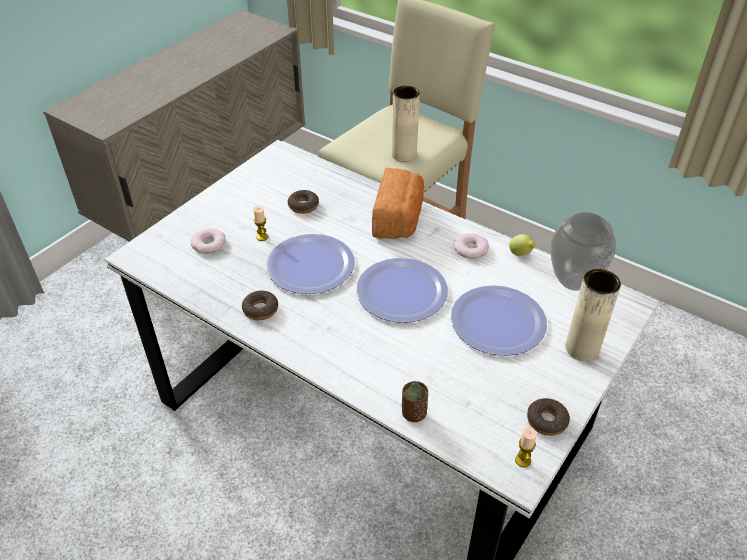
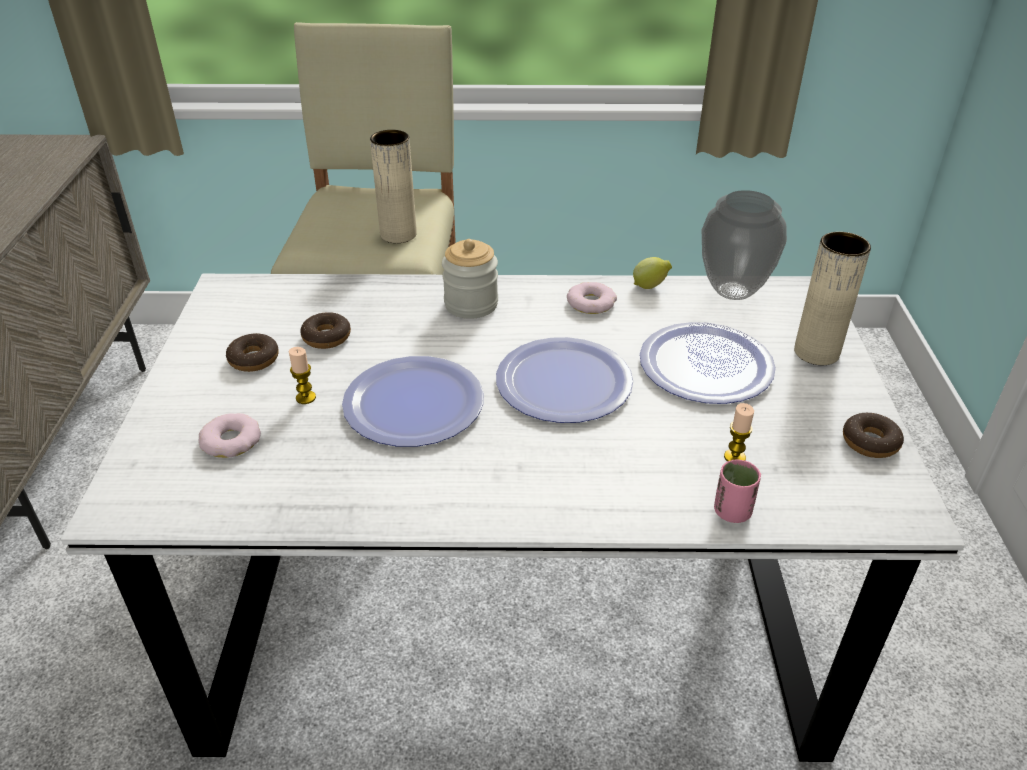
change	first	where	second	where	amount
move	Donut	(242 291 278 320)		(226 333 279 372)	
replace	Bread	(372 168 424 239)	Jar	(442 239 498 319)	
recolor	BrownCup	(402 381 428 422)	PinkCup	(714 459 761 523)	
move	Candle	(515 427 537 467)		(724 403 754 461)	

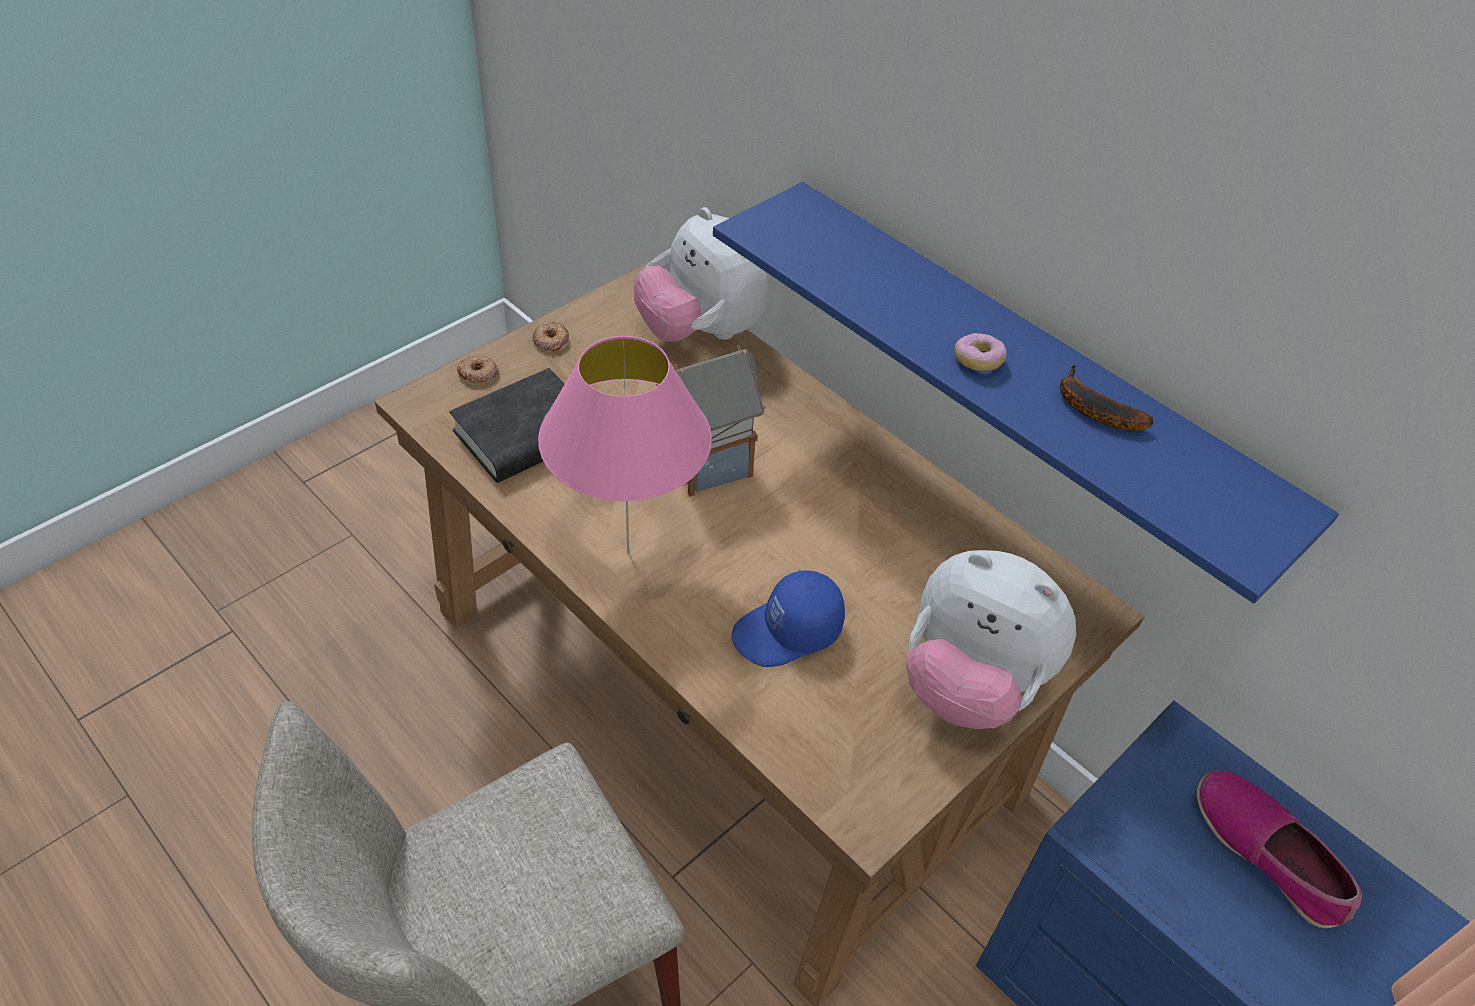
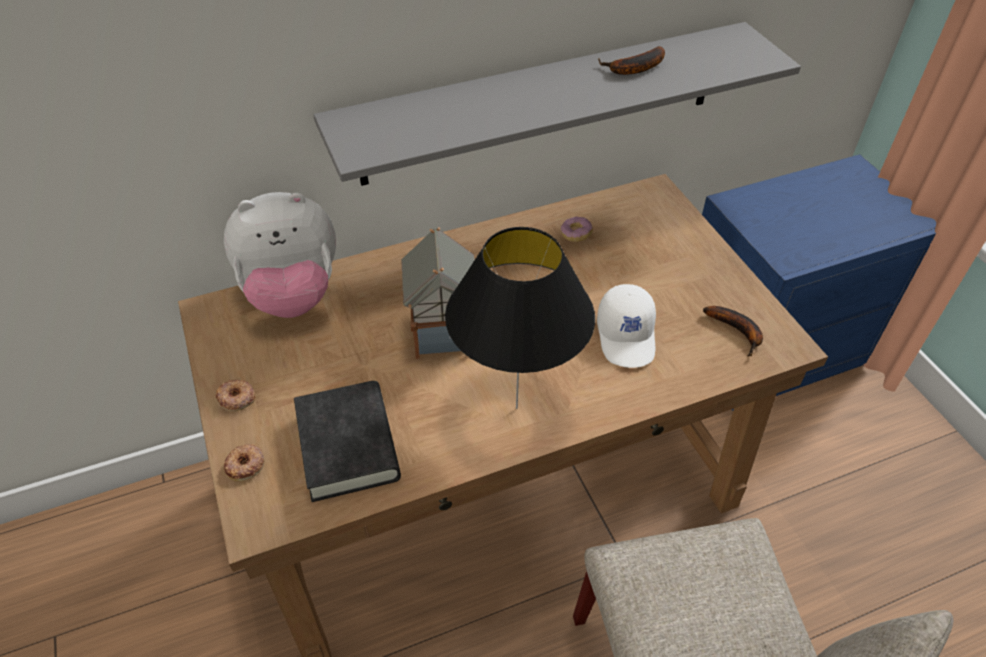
change	first	where	second	where	amount
recolor	PinkTableLamp	(538 336 712 553)	BlackTableLamp	(445 227 595 409)	
recolor	BlueShelf	(713 182 1339 604)	GreyShelf	(313 22 801 186)	
recolor	BlueCap	(731 570 845 667)	WhiteCap	(597 284 656 368)	
delete	PlushToy	(906 550 1076 729)			
move	Donut	(954 333 1007 371)		(561 217 593 242)	
delete	Shoe	(1197 770 1362 928)			
insert			Banana	(703 306 763 356)	

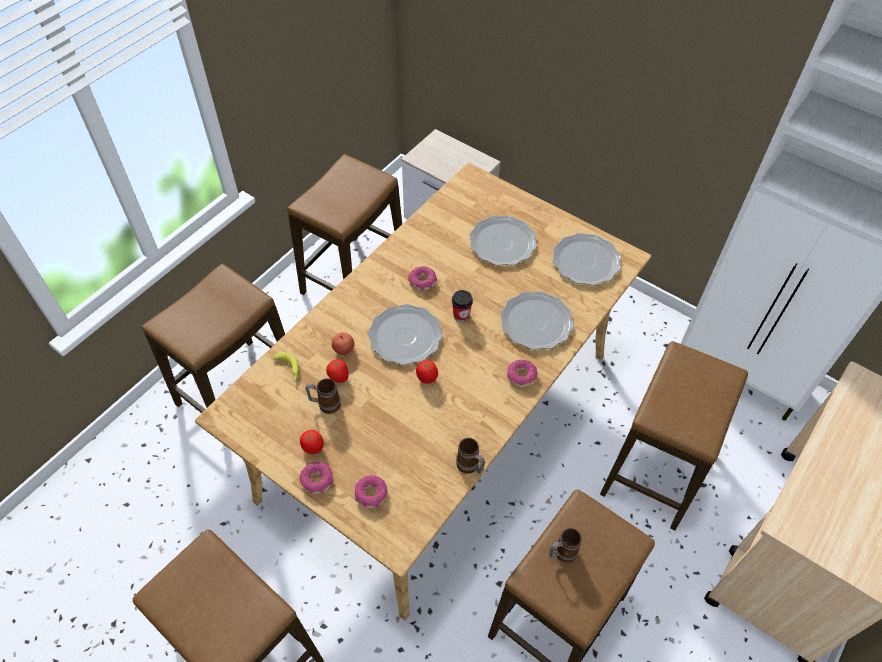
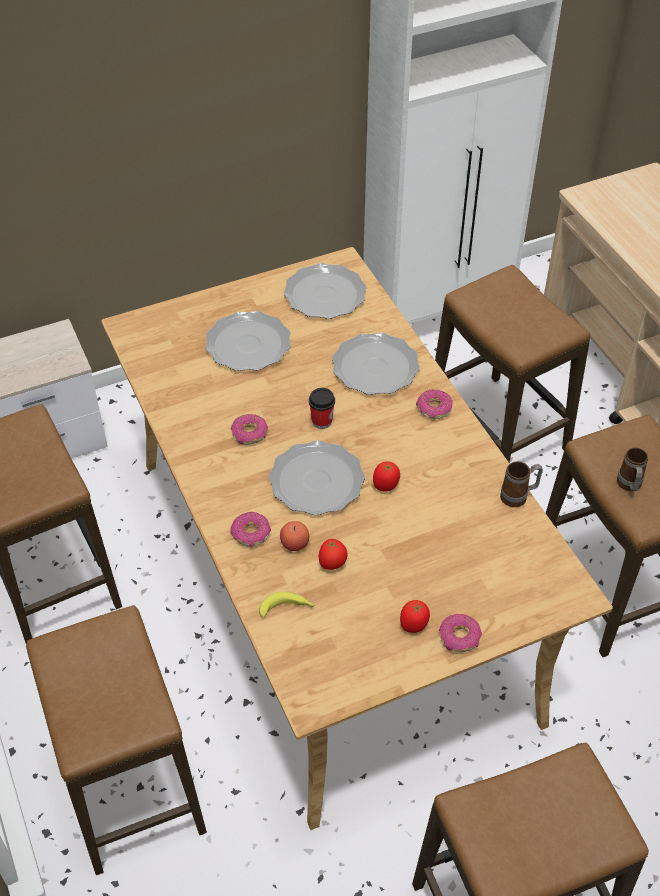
change	first	where	second	where	amount
delete	Mug	(306 378 341 414)			
move	Donut	(355 475 388 508)		(230 512 271 547)	

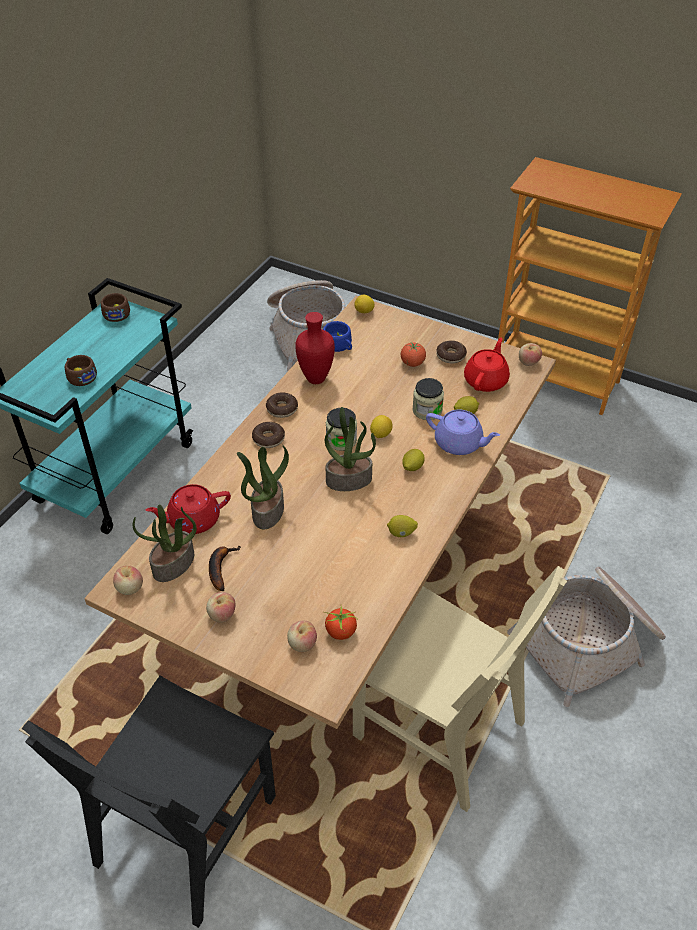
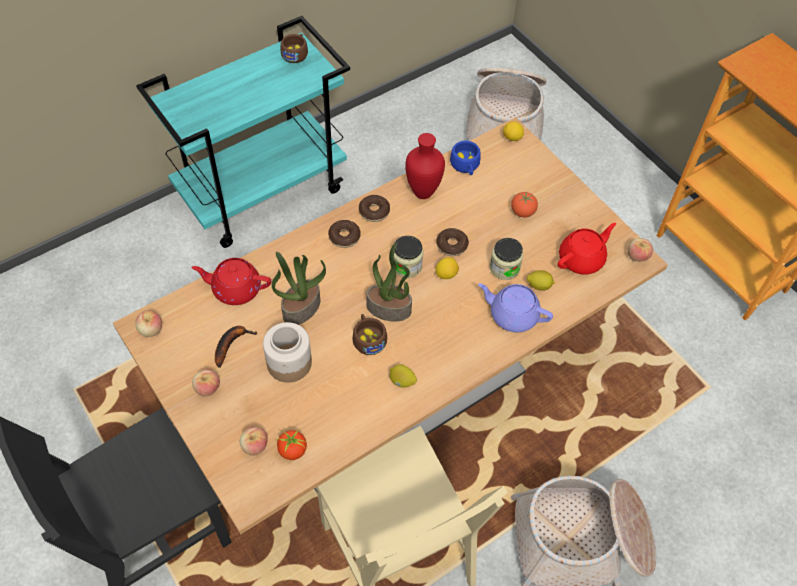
change	first	where	second	where	amount
move	BrownCup	(65 355 97 386)		(353 314 387 355)	
delete	PottedPlant	(133 505 197 582)			
delete	Lemon	(402 449 425 471)			
rotate	PurpleTeapot	(426 410 500 455)		(478 283 553 332)	150 degrees clockwise
move	Donut	(436 340 467 363)		(436 228 469 256)	
insert			Jar	(263 322 312 383)	

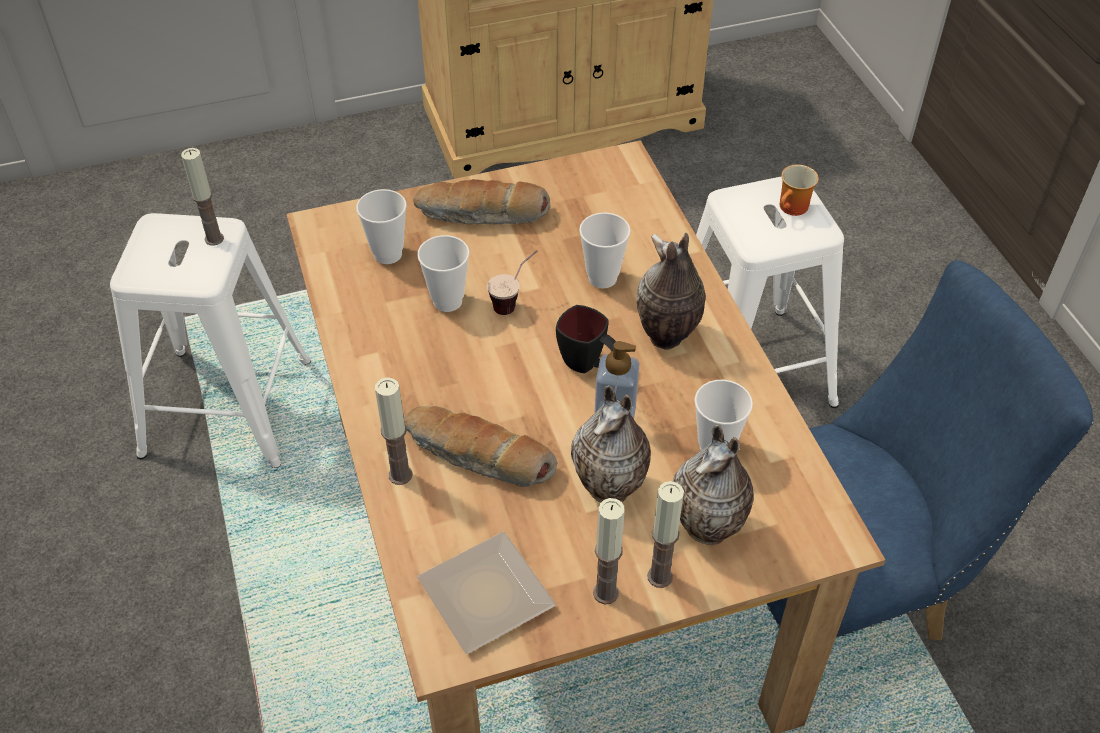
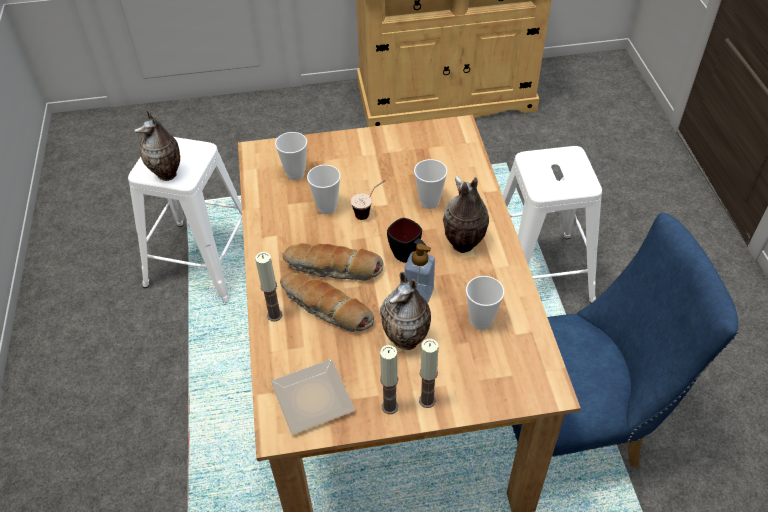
change	first	where	second	where	amount
delete	Candle	(181 148 224 246)			
move	Bread	(413 179 550 225)		(282 243 383 281)	
move	Vase	(673 425 754 545)		(134 110 180 181)	
delete	Mug	(780 165 819 216)			

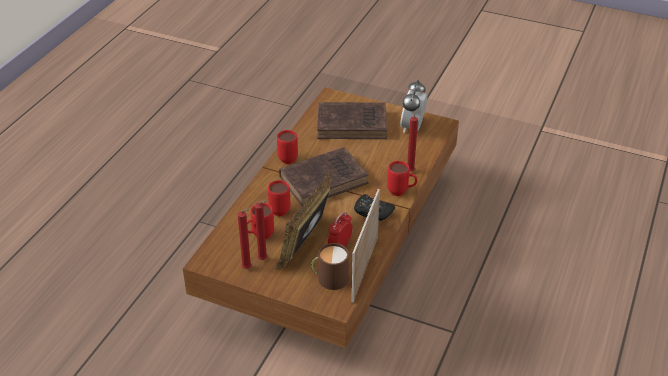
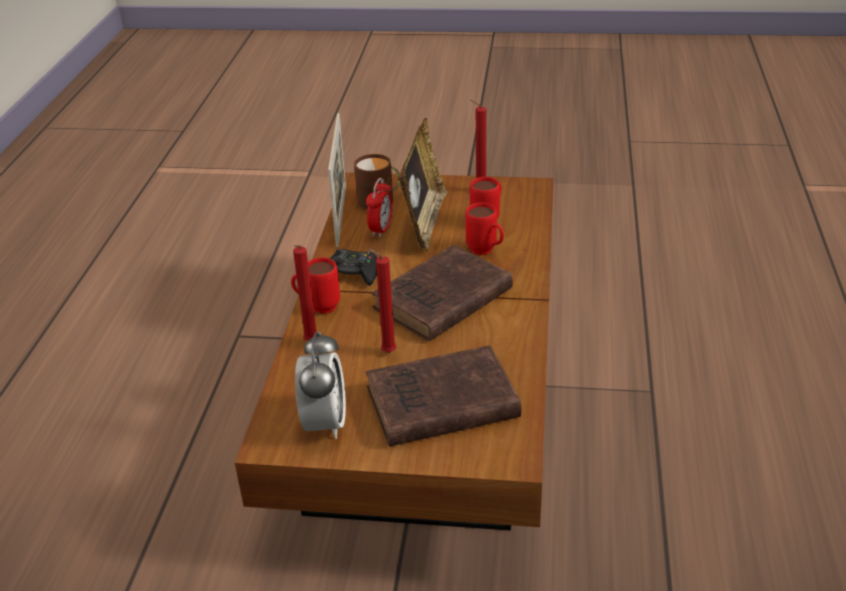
change	first	where	second	where	amount
move	RedCandle	(254 201 268 260)		(368 248 396 353)	
delete	RedMug	(277 130 298 164)			

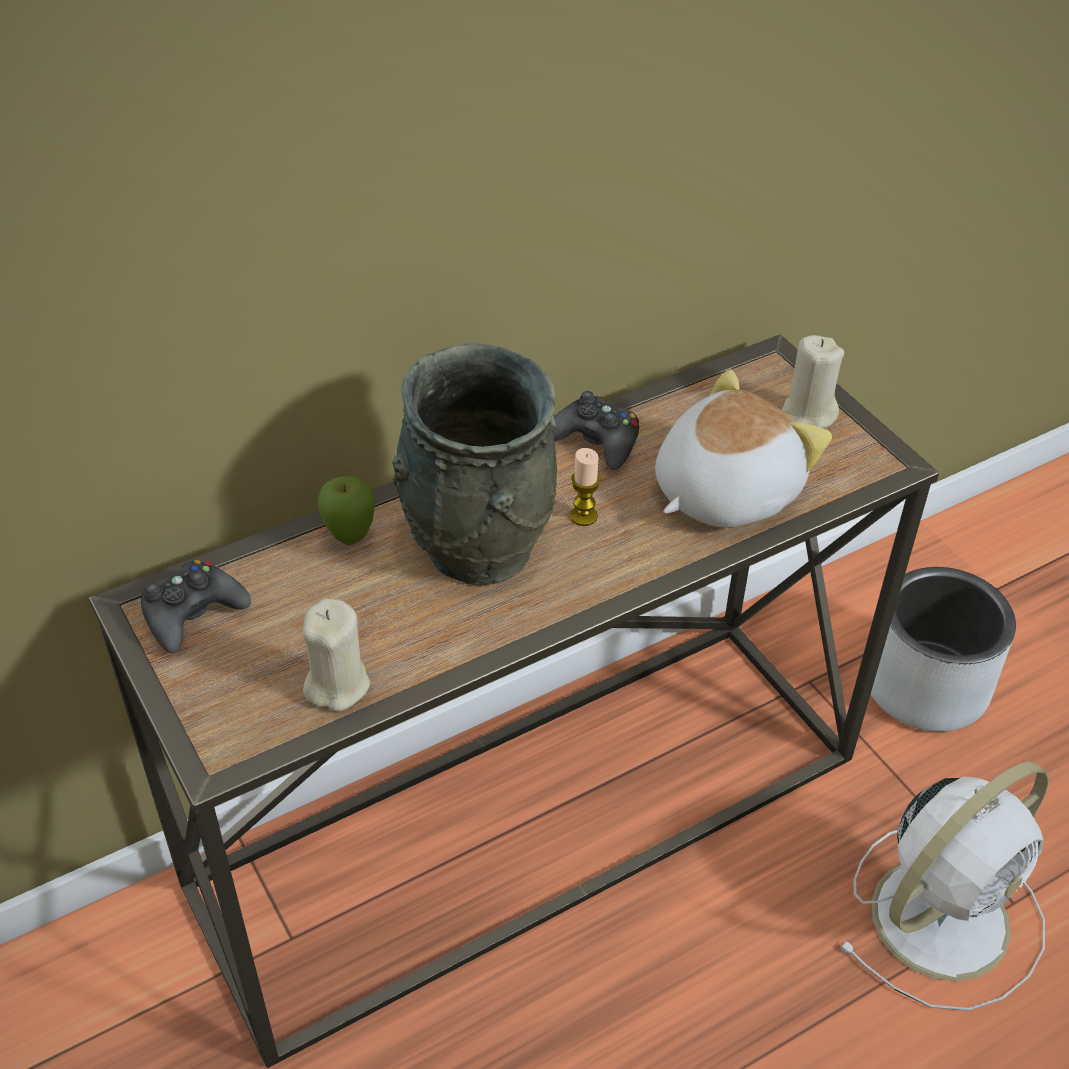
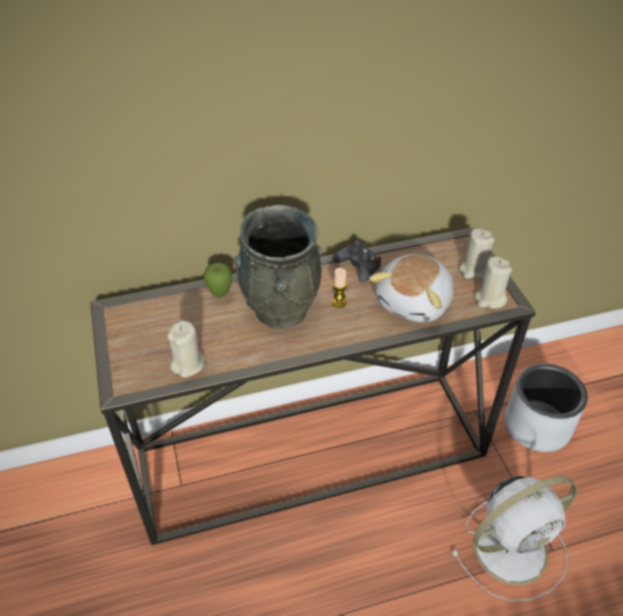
change	first	where	second	where	amount
delete	BlackGameController	(141 560 251 653)			
rotate	PlushToy	(655 369 832 528)		(369 254 454 323)	150 degrees clockwise
insert			BeigeCandle	(474 257 512 309)	

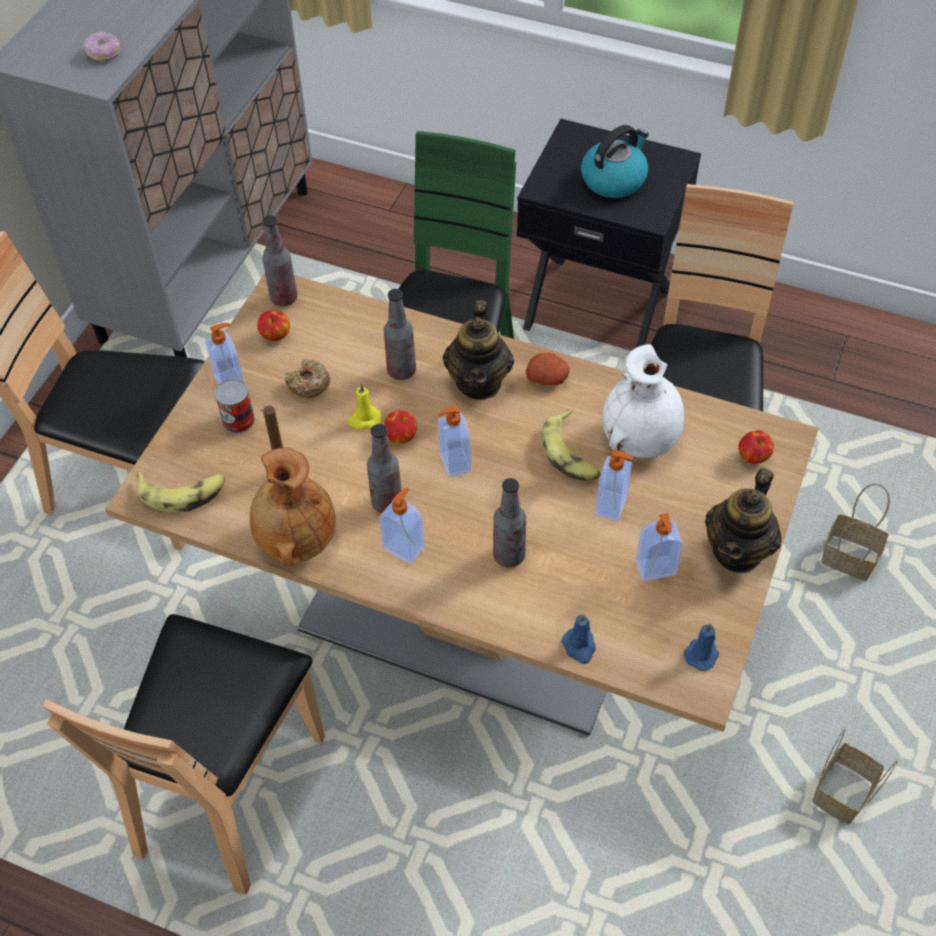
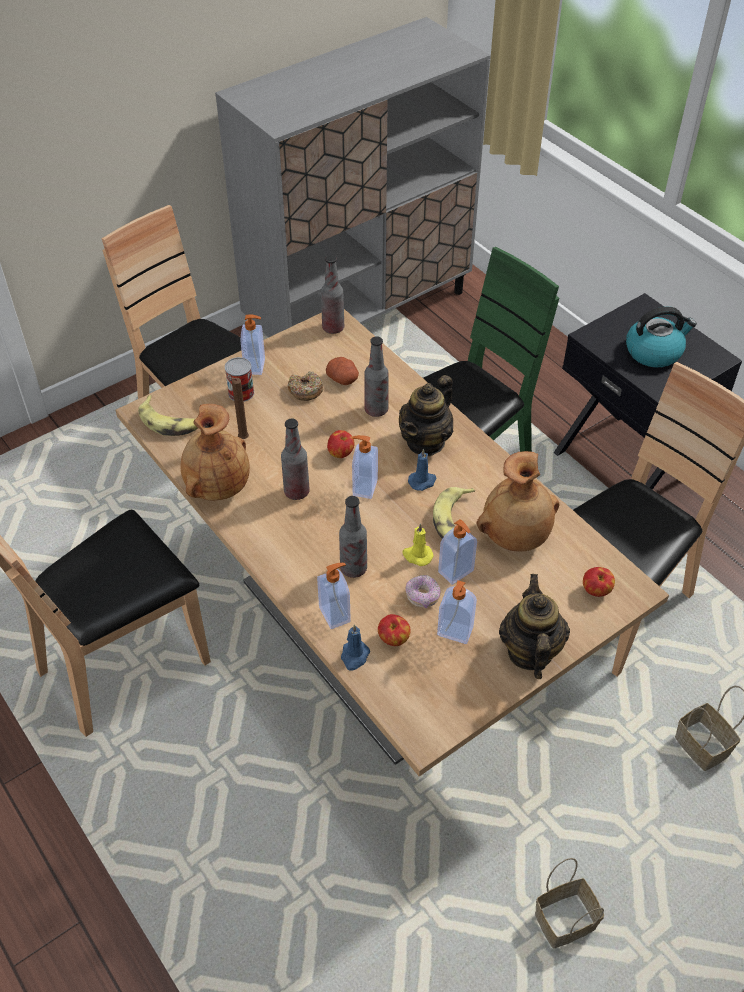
change	first	where	second	where	amount
move	Donut	(83 31 120 61)		(405 575 441 608)	
move	Apple	(257 310 290 341)		(378 614 410 646)	
move	YellowCandle	(347 383 382 430)		(402 523 434 566)	
move	SoapDispenser	(379 488 425 565)		(317 563 351 629)	
move	Potato	(526 353 570 386)		(326 357 359 385)	
recolor	WhiteVase	(602 344 684 458)	BrownVase	(476 451 560 552)	
move	BlueCandle	(684 623 719 671)		(408 449 437 491)	
rotate	Teapot	(705 468 782 573)		(499 574 570 679)	120 degrees clockwise

